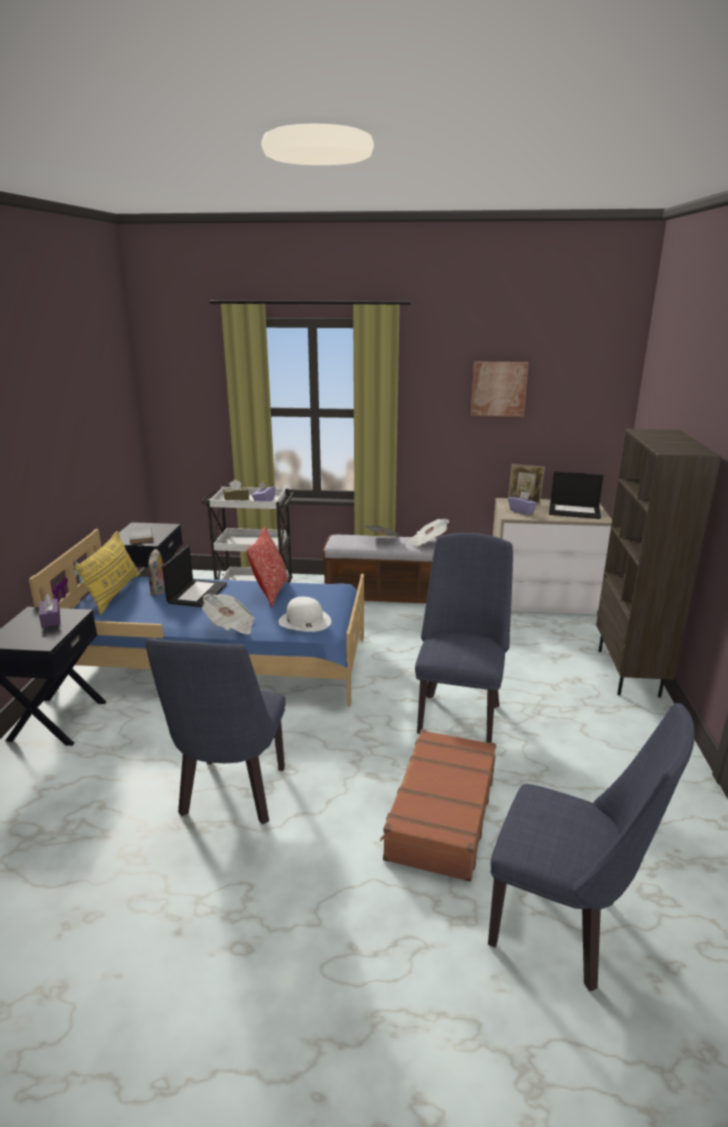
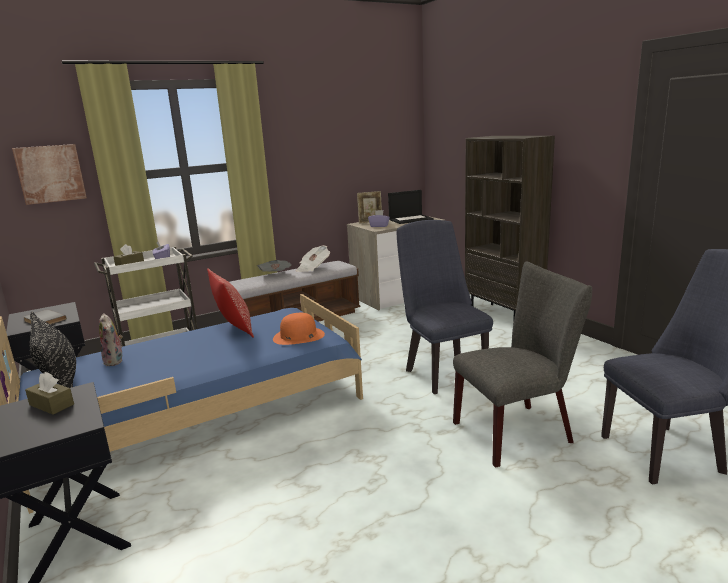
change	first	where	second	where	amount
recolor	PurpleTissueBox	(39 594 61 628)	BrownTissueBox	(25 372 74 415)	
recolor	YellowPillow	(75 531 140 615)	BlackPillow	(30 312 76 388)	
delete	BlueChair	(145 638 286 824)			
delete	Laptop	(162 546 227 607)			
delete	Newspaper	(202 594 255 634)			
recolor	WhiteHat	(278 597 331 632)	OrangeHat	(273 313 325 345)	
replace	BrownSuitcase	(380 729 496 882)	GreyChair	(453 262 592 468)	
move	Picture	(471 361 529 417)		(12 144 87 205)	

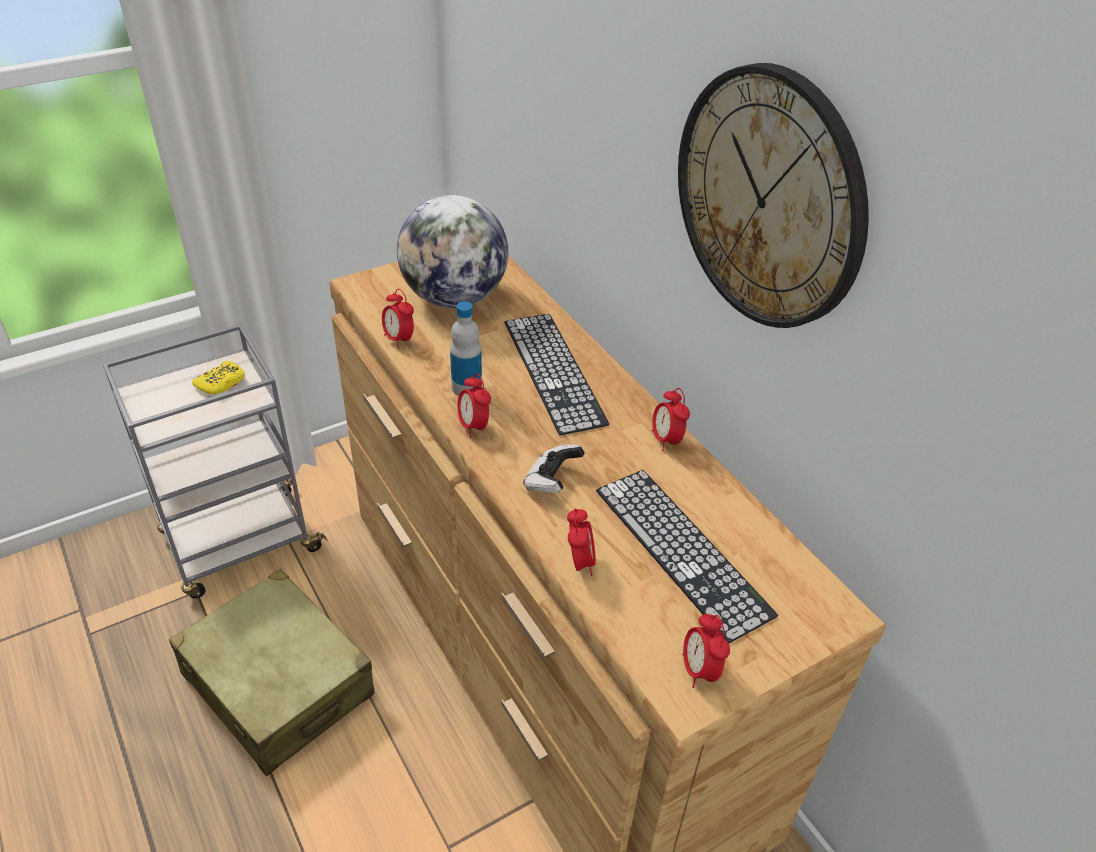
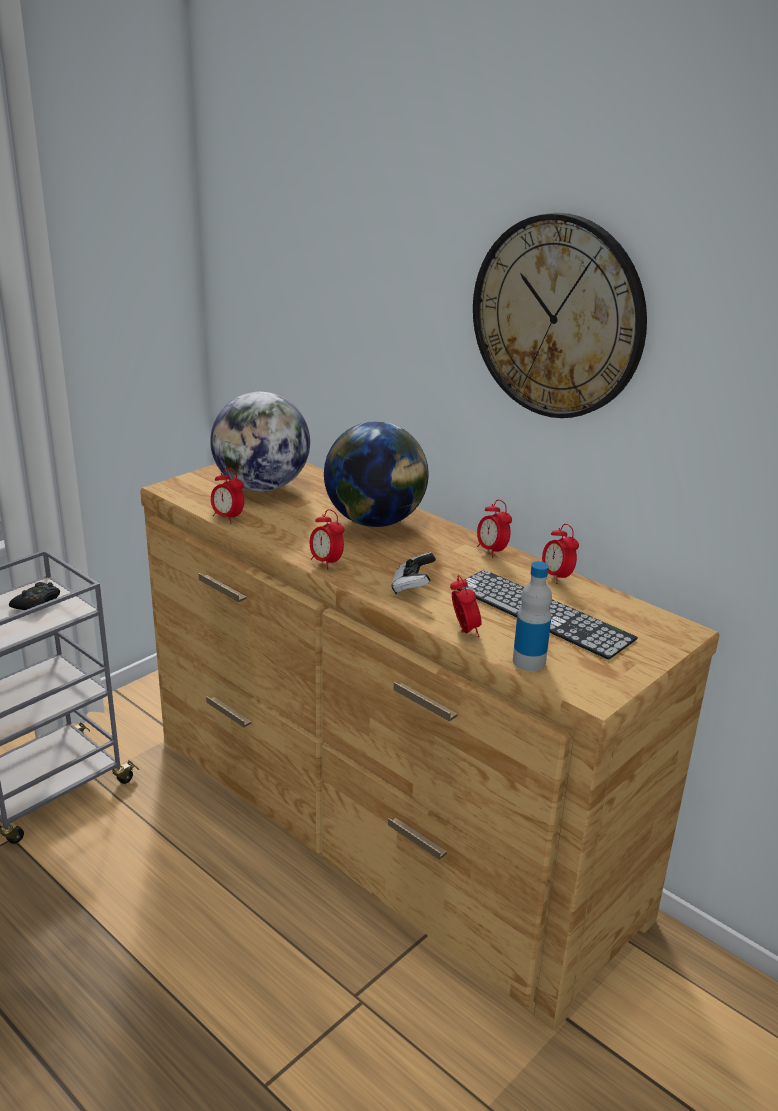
change	first	where	second	where	amount
delete	BeigeSuitcase	(169 569 374 776)			
recolor	YellowGameController	(192 361 245 395)	BlackGameController	(9 582 60 610)	
move	Bottle	(450 301 482 396)		(513 561 552 671)	
replace	Keyboard	(504 314 610 435)	Globe	(324 421 428 527)	
move	AlarmClock	(682 614 730 688)		(542 524 579 584)	

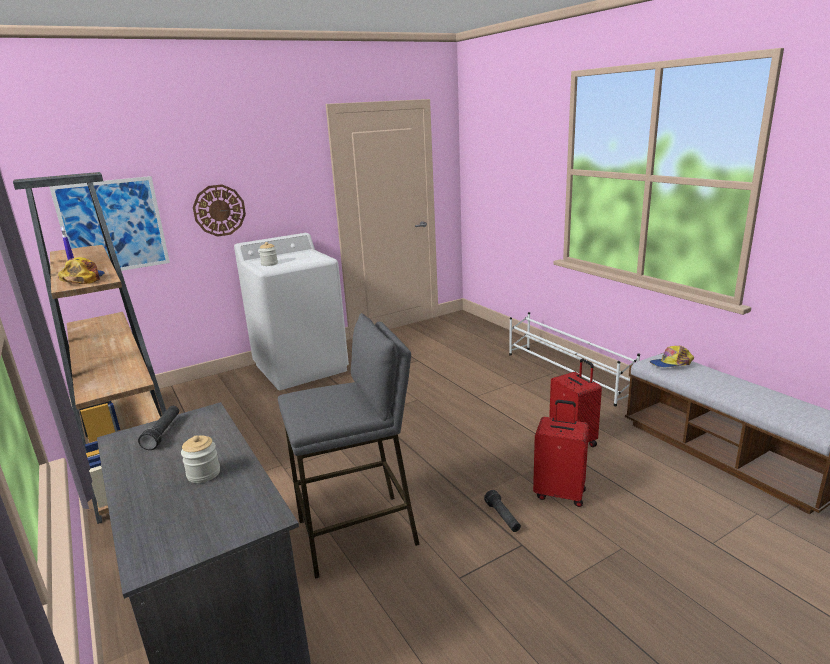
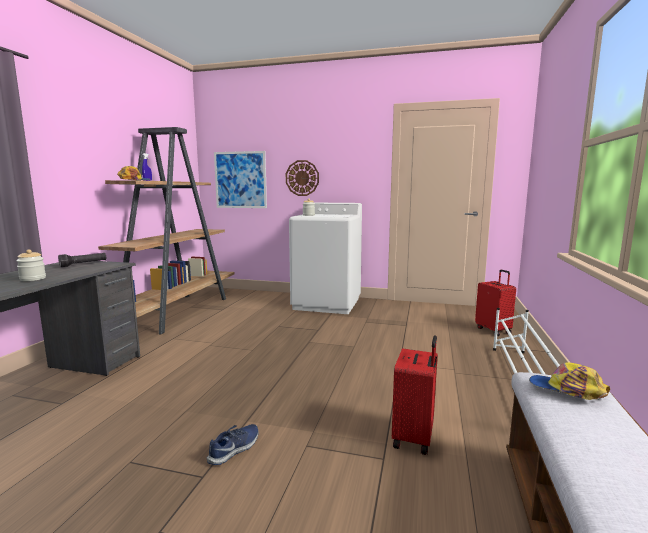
change	first	where	second	where	amount
delete	GreyStool	(278 313 420 579)			
replace	BlackFlashlight	(484 490 521 532)	BlueShoe	(207 424 258 465)	
move	RedSuitcase	(533 400 589 507)		(475 270 516 336)	

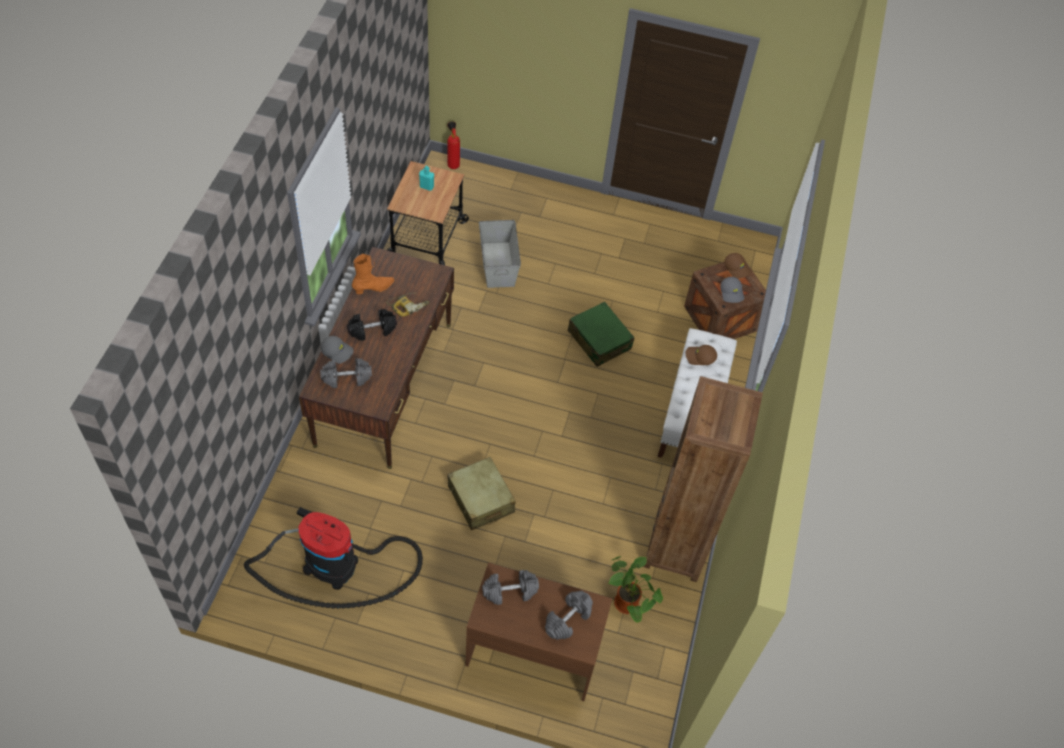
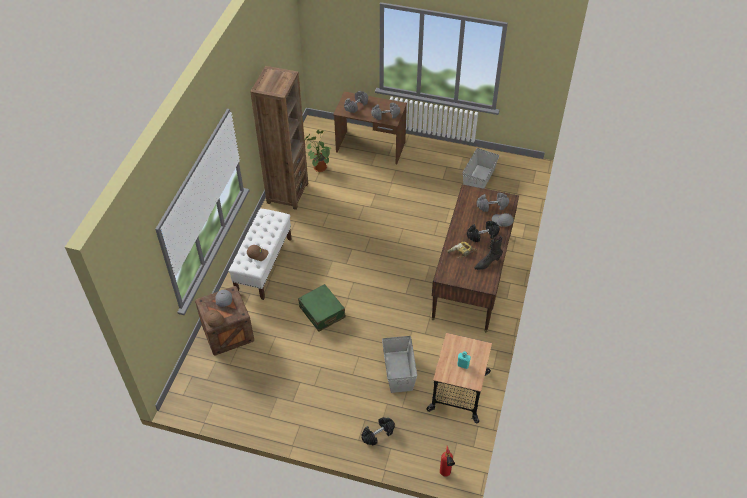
change	first	where	second	where	amount
replace	VacuumCleaner	(244 507 423 609)	GreyStorageBox	(463 148 499 189)	
recolor	OrangeBoot	(352 254 395 294)	BlackBoot	(474 235 503 270)	
delete	BeigeSuitcase	(448 457 516 530)			
insert			BlackDumbbell	(361 417 395 446)	

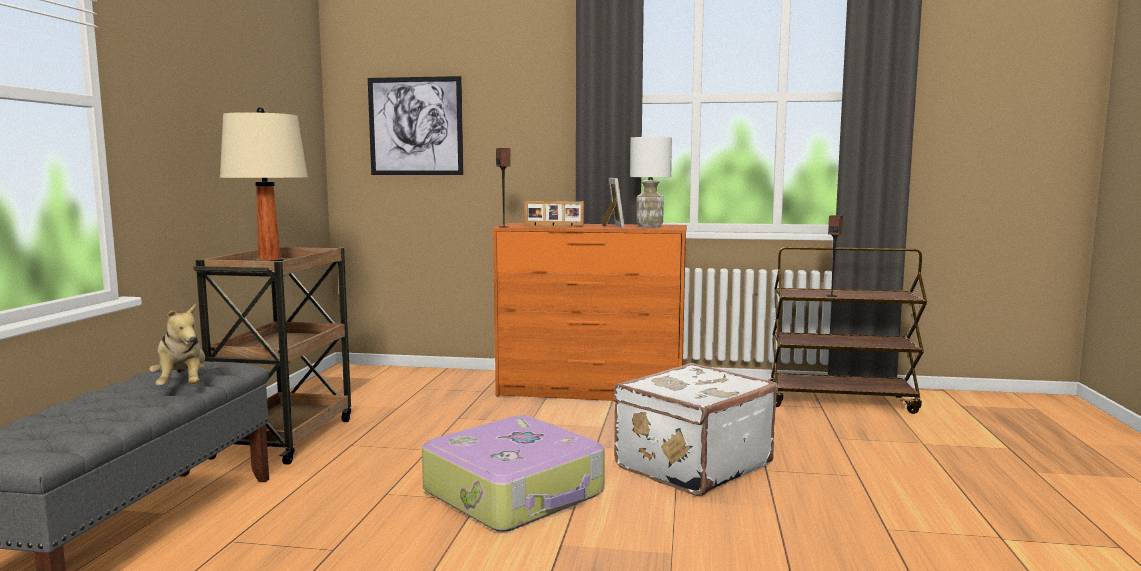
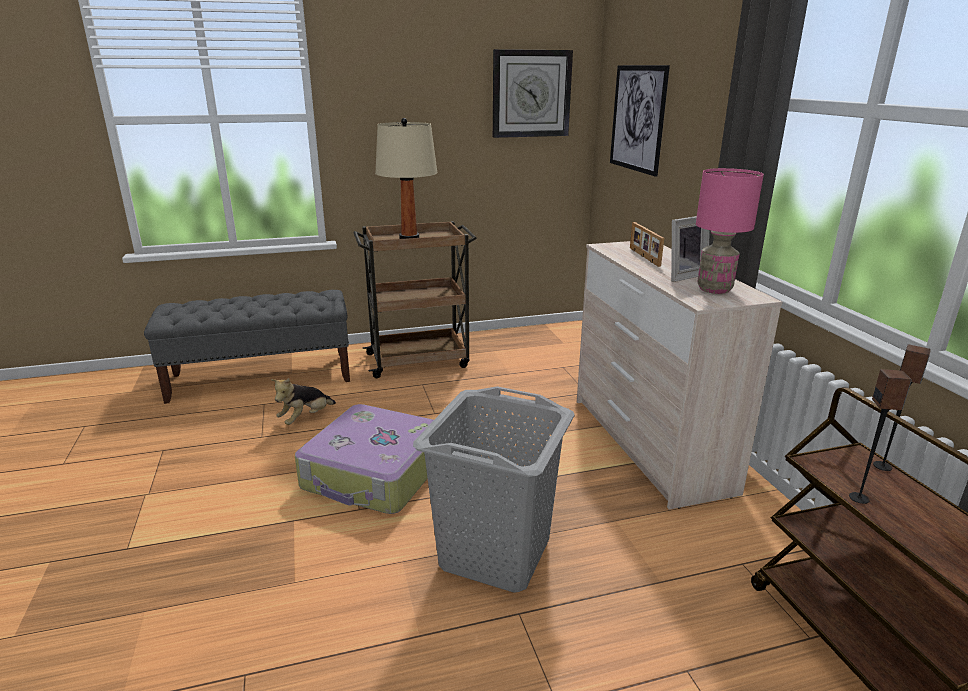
change	first	where	second	where	amount
move	PlushToy	(149 304 205 385)		(271 378 336 425)	
recolor	OrangeDresser	(492 223 687 401)	BeigeDresser	(577 241 783 509)	
move	Speaker	(496 148 511 227)		(873 344 931 471)	
replace	WhiteSuitcase	(614 363 778 496)	GreyLaundryBasket	(413 386 575 593)	
recolor	WhiteTableLamp	(630 137 672 227)	PinkTableLamp	(696 168 764 294)	
insert			WallClock	(493 49 573 138)	

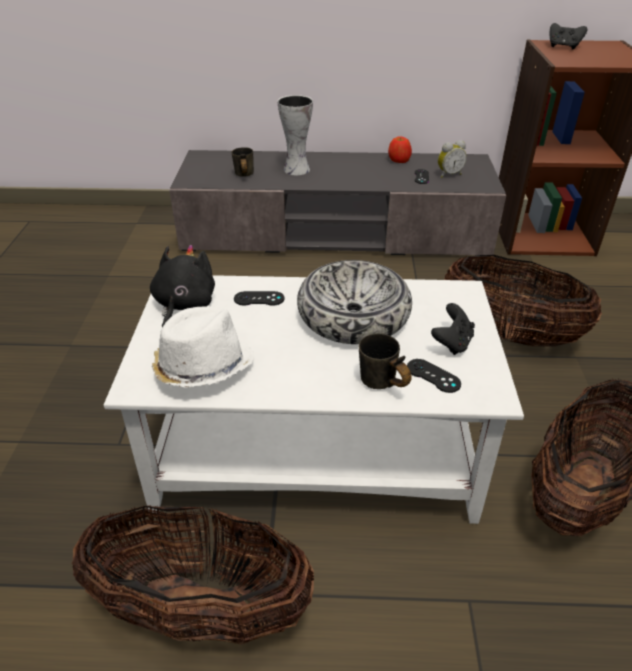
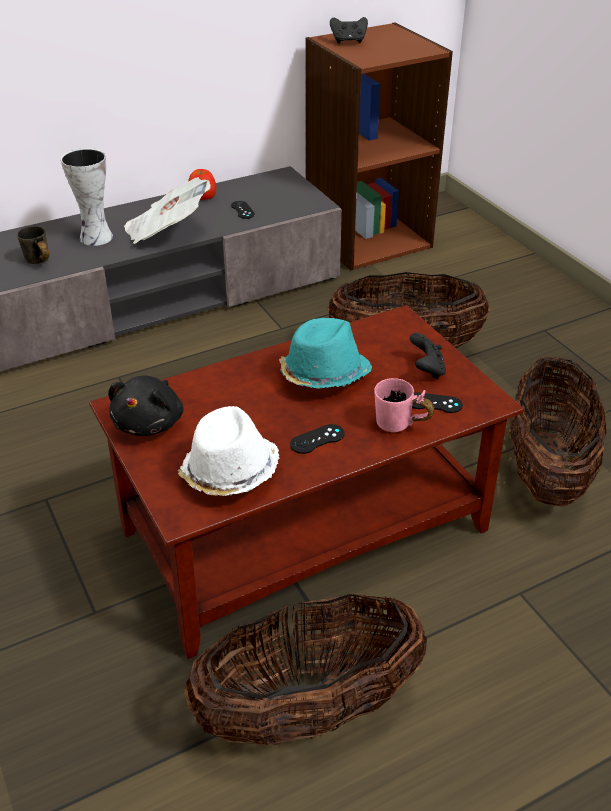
change	first	where	second	where	amount
recolor	WhiteCoffeeTable	(104 275 524 524)	BrownCoffeeTable	(89 305 524 659)	
rotate	BlackPlushToy	(150 245 215 327)		(108 375 184 436)	150 degrees counterclockwise
move	BlackGameController	(234 291 284 306)		(290 424 345 454)	
replace	Bowl	(297 260 412 344)	TurquoiseHat	(279 318 372 389)	
recolor	GreyMug	(359 333 412 389)	PinkMug	(374 378 434 432)	
delete	AlarmClock	(438 140 467 178)			
insert			Newspaper	(124 177 211 244)	

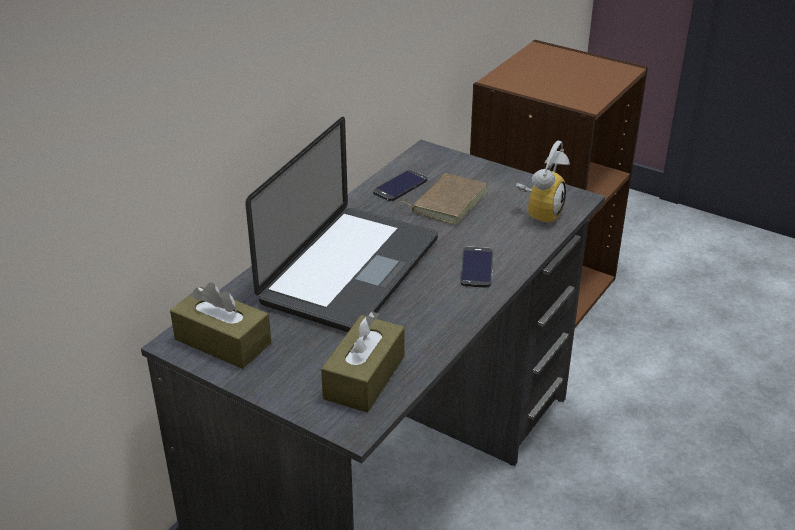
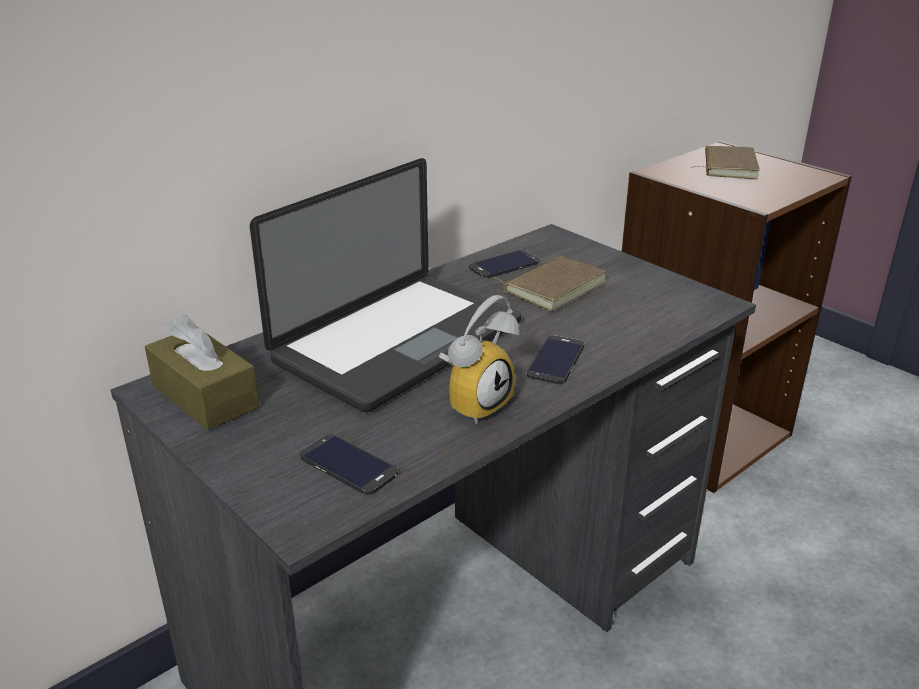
change	first	where	second	where	amount
replace	BrownTissueBox	(321 311 405 412)	Phone	(300 434 398 495)	
move	AlarmClock	(516 141 570 226)		(438 295 520 424)	
insert			BrownBook	(691 146 760 179)	

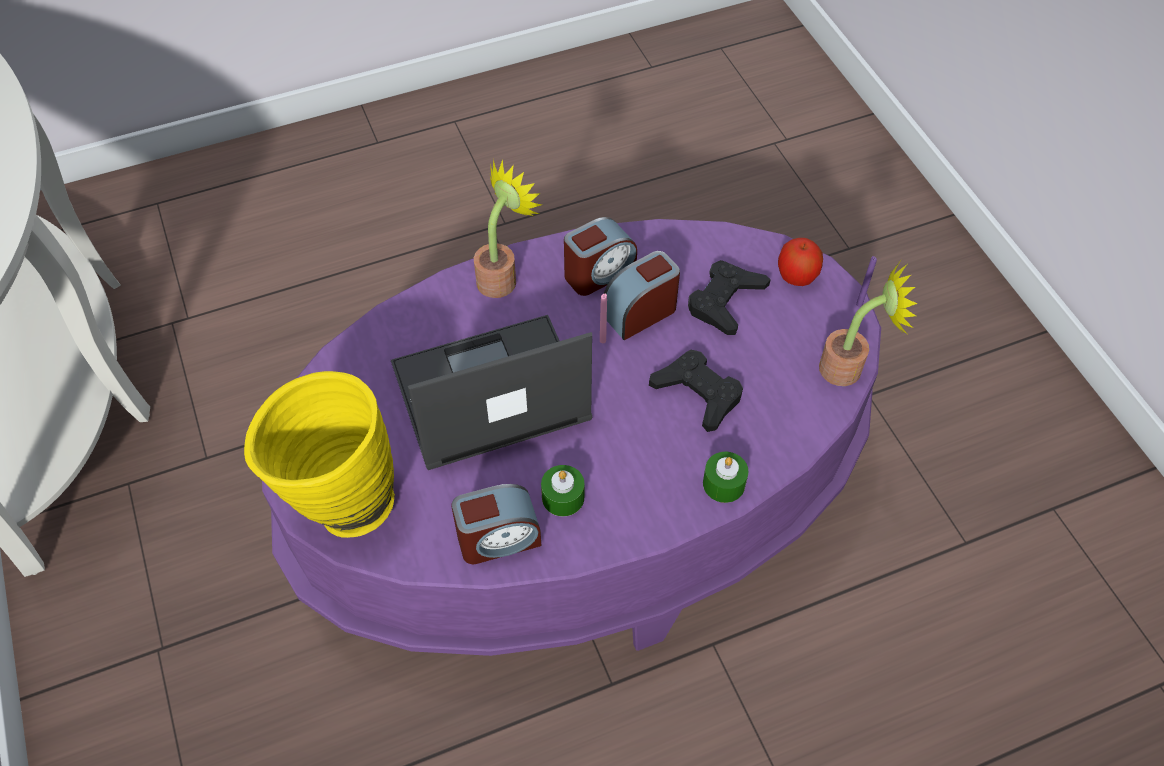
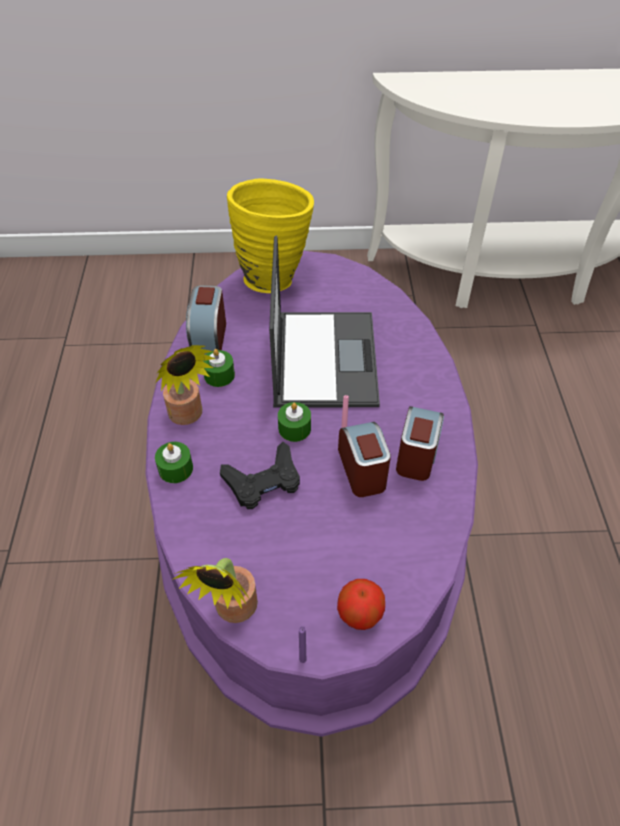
change	first	where	second	where	amount
move	PottedPlant	(474 159 542 298)		(156 345 216 425)	
rotate	AlarmClock	(564 217 637 296)		(396 406 444 481)	150 degrees counterclockwise
delete	BlackGameController	(688 260 771 335)			
insert			GreenCandle	(278 402 311 442)	

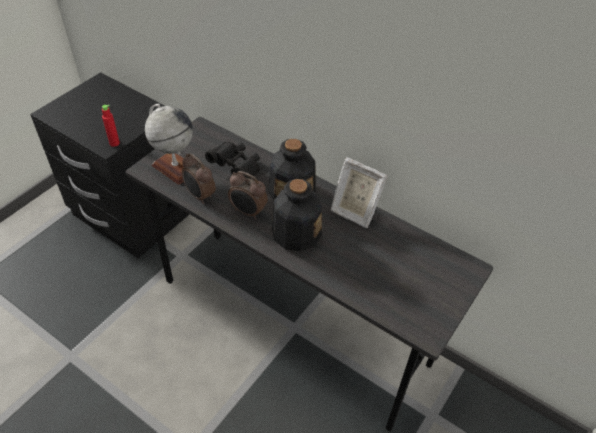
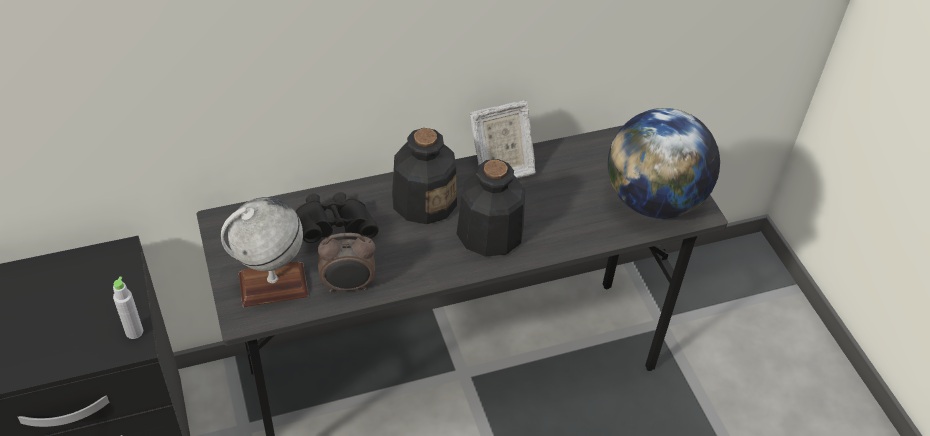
change	first	where	second	where	amount
recolor	RedBottle	(102 105 120 147)	GreyBottle	(113 277 143 339)	
delete	AlarmClock	(228 171 268 219)			
insert			Globe	(608 108 720 219)	

